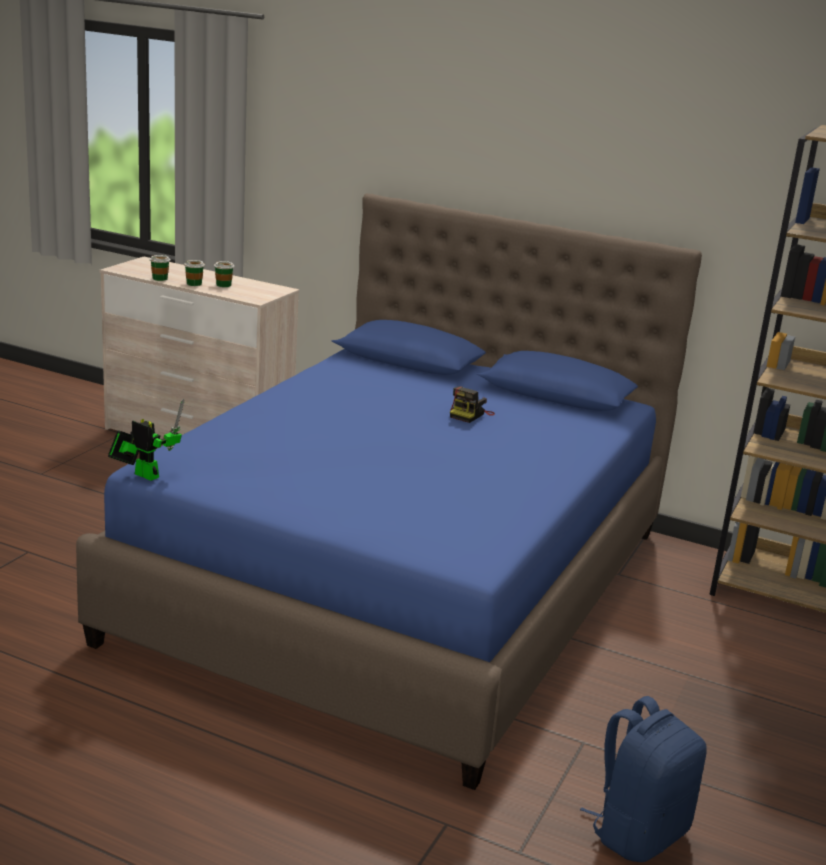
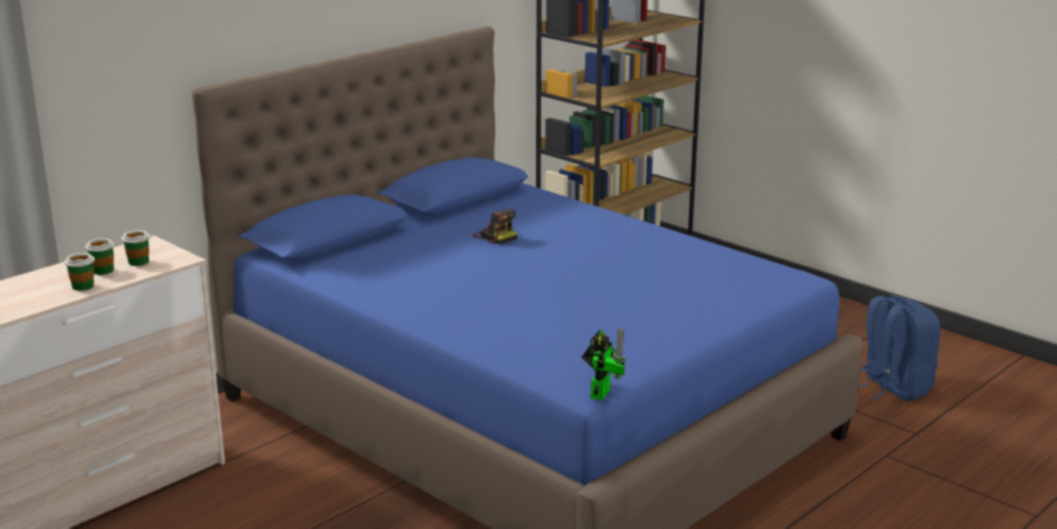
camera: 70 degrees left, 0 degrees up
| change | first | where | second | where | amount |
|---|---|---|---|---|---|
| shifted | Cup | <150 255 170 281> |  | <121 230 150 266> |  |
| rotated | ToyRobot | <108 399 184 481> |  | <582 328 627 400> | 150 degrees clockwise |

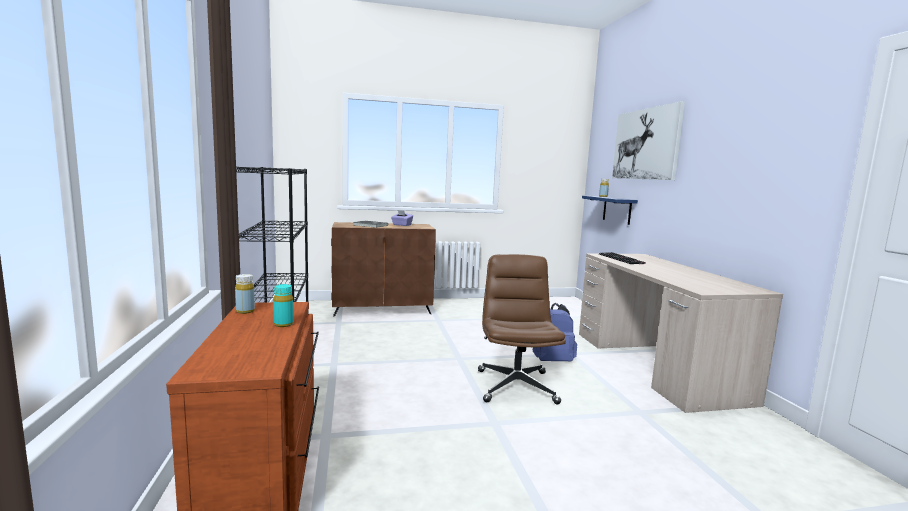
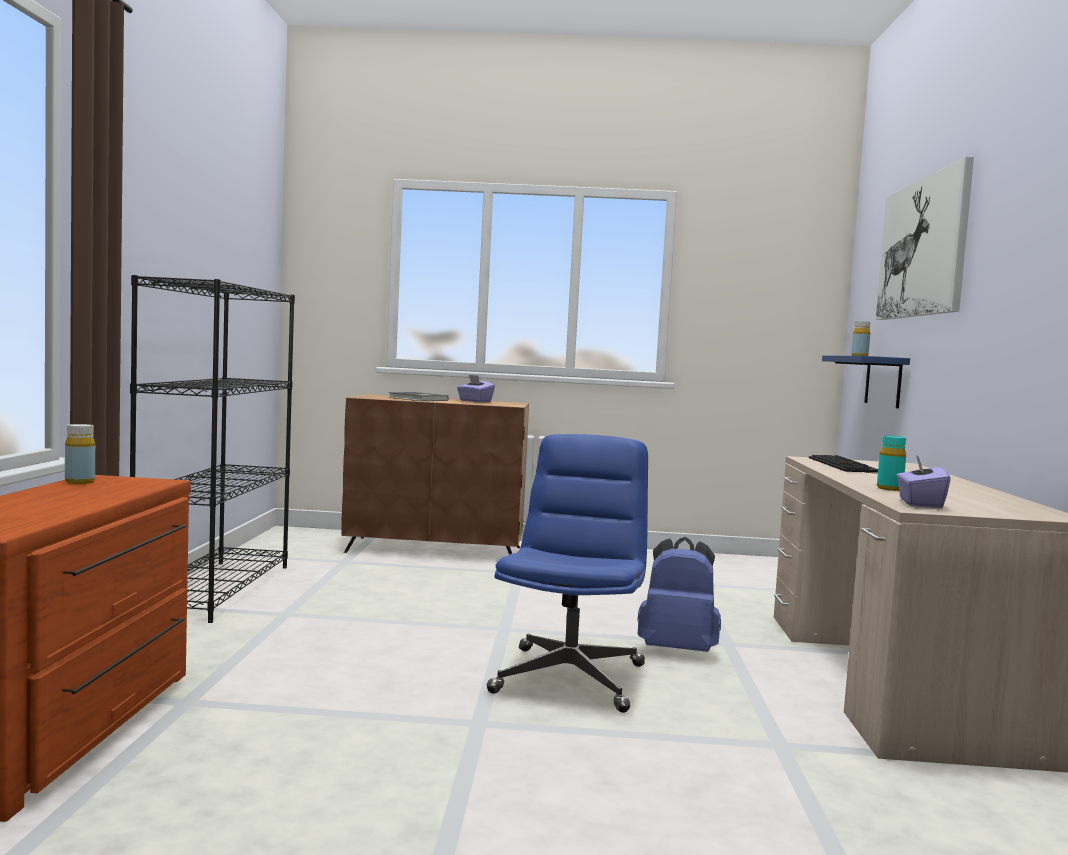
camera: 15 degrees right, 5 degrees down
| change | first | where | second | where | amount |
|---|---|---|---|---|---|
| new |  |  | PurpleTissueBox | <897 455 951 509> |  |
| shifted | TurquoiseBottle | <273 284 294 327> |  | <877 436 906 491> |  |
| repainted | BrownOfficeChair | <478 254 566 404> | BlueOfficeChair | <487 434 648 713> |  |

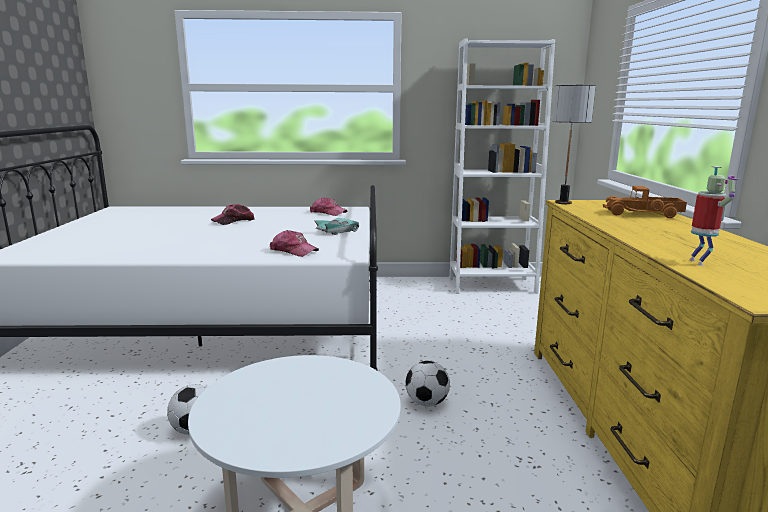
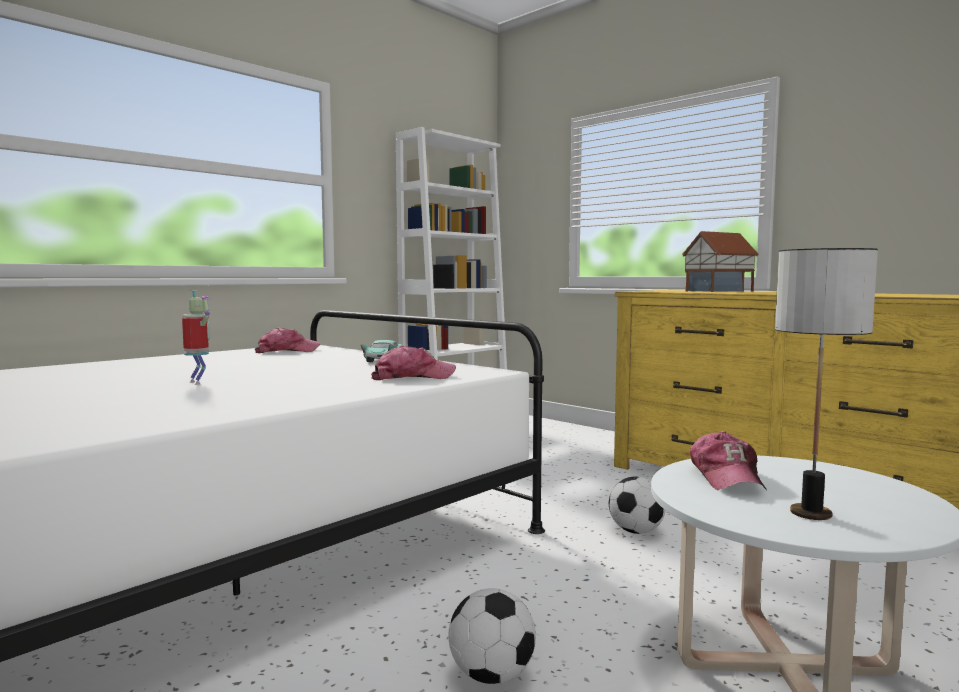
camera: 45 degrees left, 10 degrees down
| change | first | where | second | where | amount |
|---|---|---|---|---|---|
| shifted | Cap | <211 204 254 225> |  | <690 431 767 491> |  |
| shifted | TableLamp | <552 85 596 204> |  | <775 248 878 520> |  |
| shifted | ToyRobot | <690 166 739 266> |  | <182 290 212 385> |  |
| swapped | ToyTruck | <603 186 687 218> | ToyHouse | <682 231 758 292> |  |

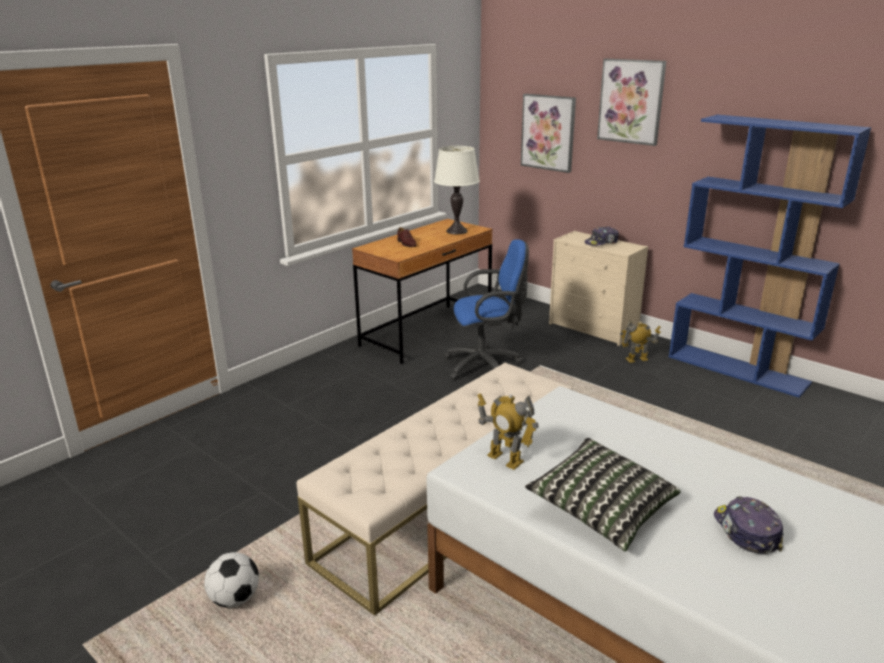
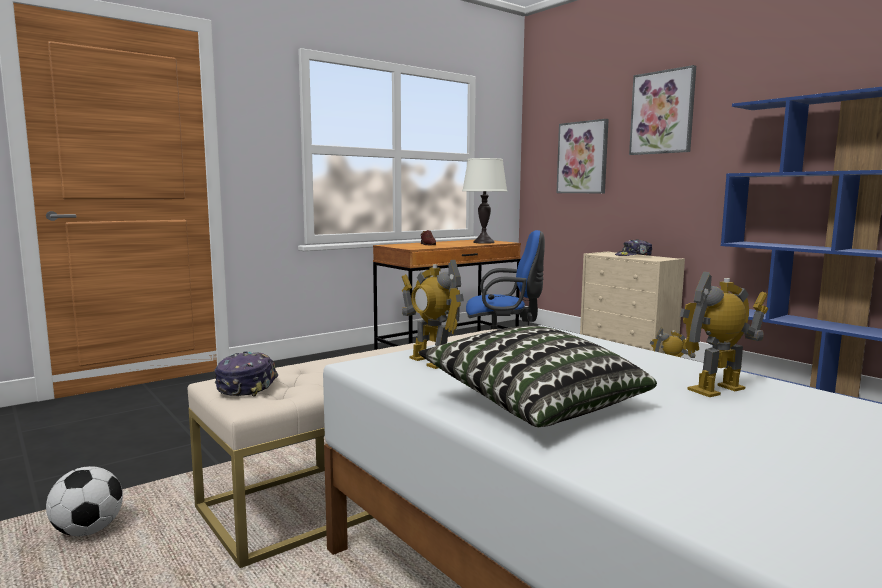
camera: 10 degrees right, 15 degrees down
| change | first | where | second | where | amount |
|---|---|---|---|---|---|
| new |  |  | ToyRobot | <680 271 768 397> |  |
| shifted | Cap | <714 496 784 554> |  | <215 351 278 397> |  |

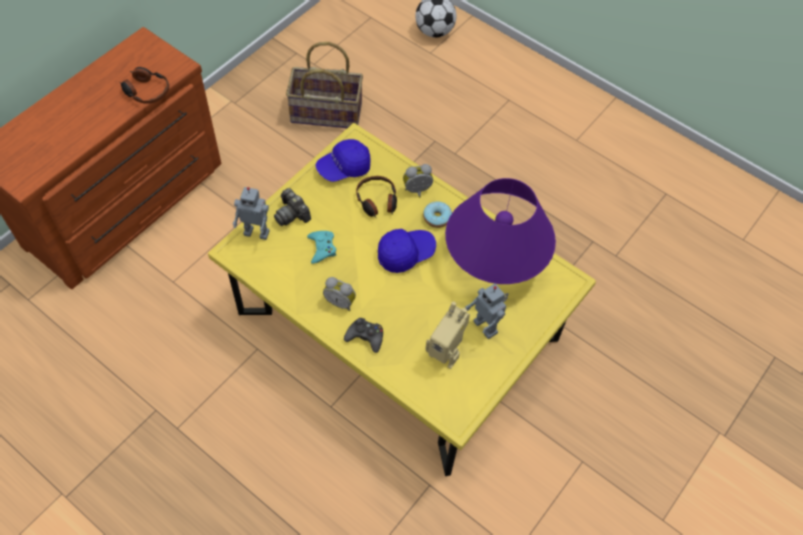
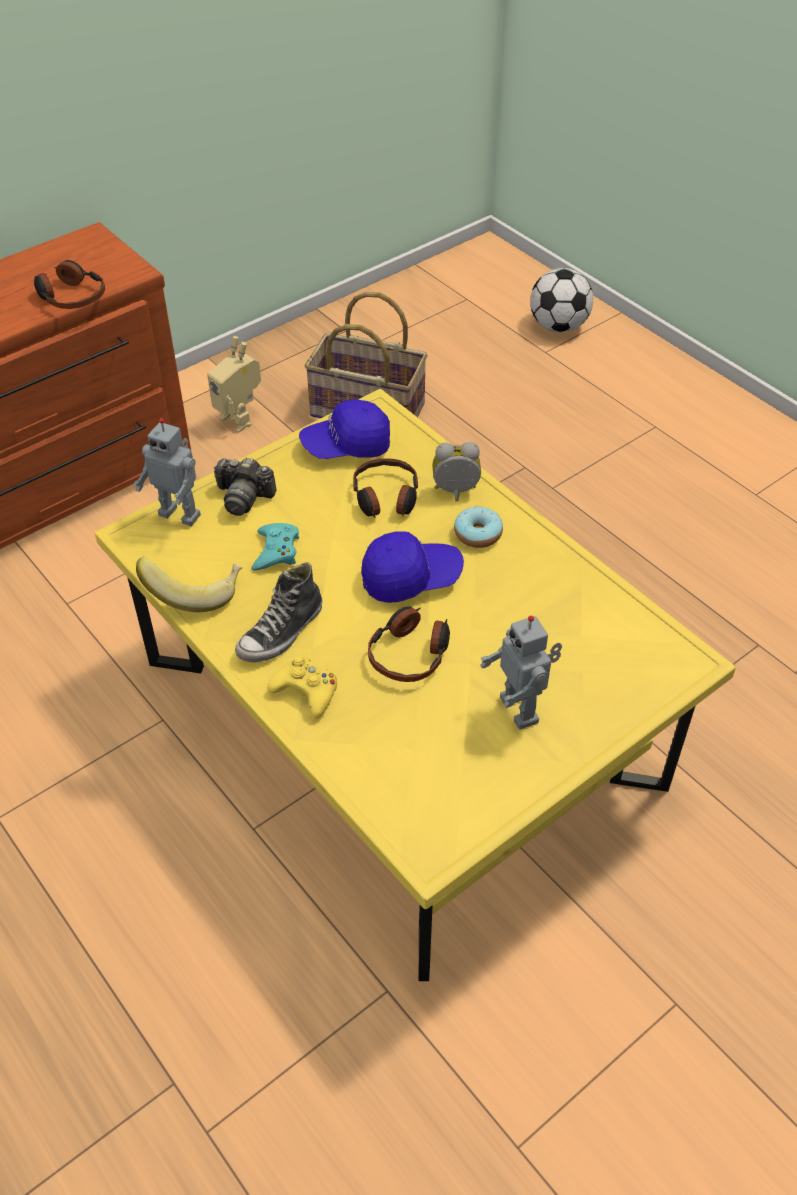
camera: 15 degrees right, 10 degrees down
| change | first | where | second | where | amount |
|---|---|---|---|---|---|
| gone | PurpleTableLamp | <445 178 556 284> |  |  |  |
| new |  |  | Banana | <136 556 243 612> |  |
| new |  |  | Headphones | <368 606 450 682> |  |
| shifted | ToyRobot | <425 302 470 369> |  | <207 336 261 433> |  |
| swapped | AlarmClock | <323 277 356 311> | Shoe | <235 562 323 662> |  |
| repainted | BlackGameController | <344 318 383 353> | YellowGameController | <267 655 337 718> |  |
| rotated | PhotoCamera | <274 188 311 226> |  | <213 457 277 516> | 45 degrees counterclockwise |

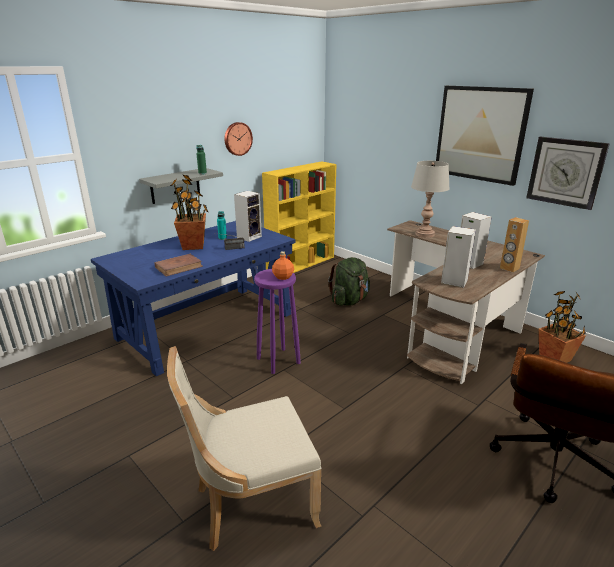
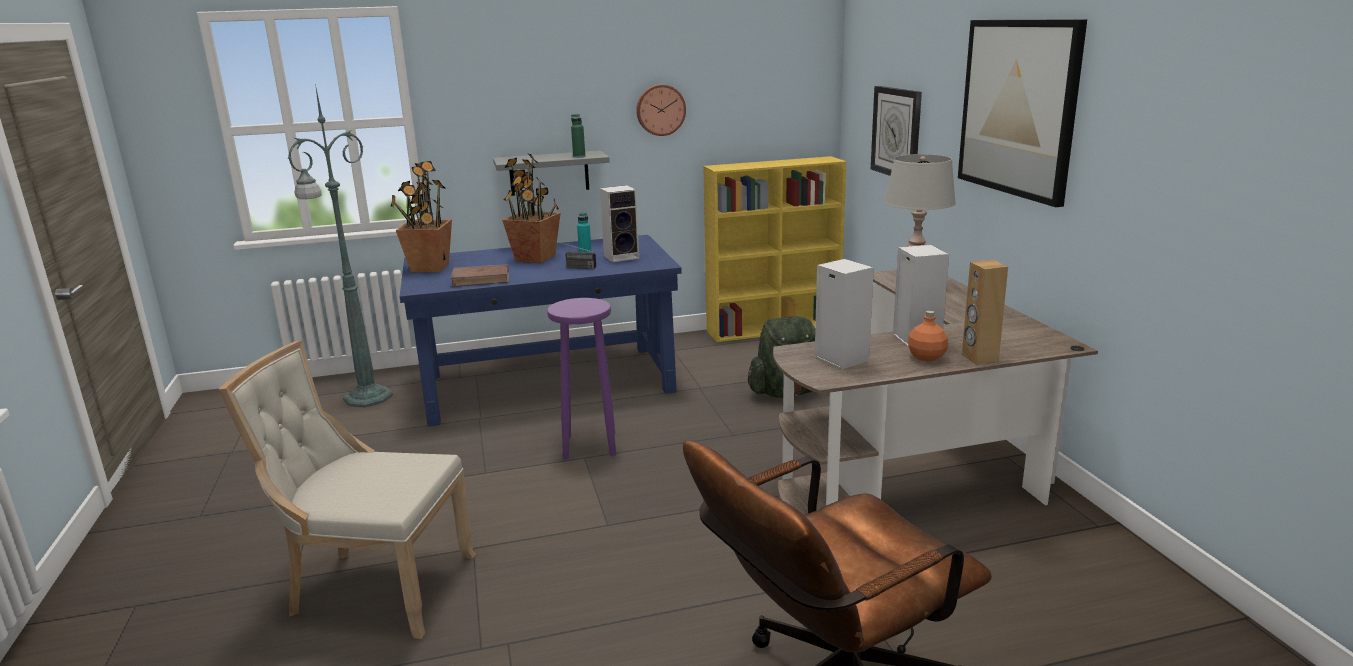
camera: 30 degrees right, 5 degrees down
| change | first | where | second | where | amount |
|---|---|---|---|---|---|
| new |  |  | GreenFloorLamp | <288 84 393 408> |  |
| shifted | OrangeBottle | <272 251 294 280> |  | <908 310 948 362> |  |
| shifted | WallClock | <526 136 610 210> |  | <871 86 922 176> |  |
| shifted | PottedPlant | <539 291 586 363> |  | <391 161 452 272> |  |

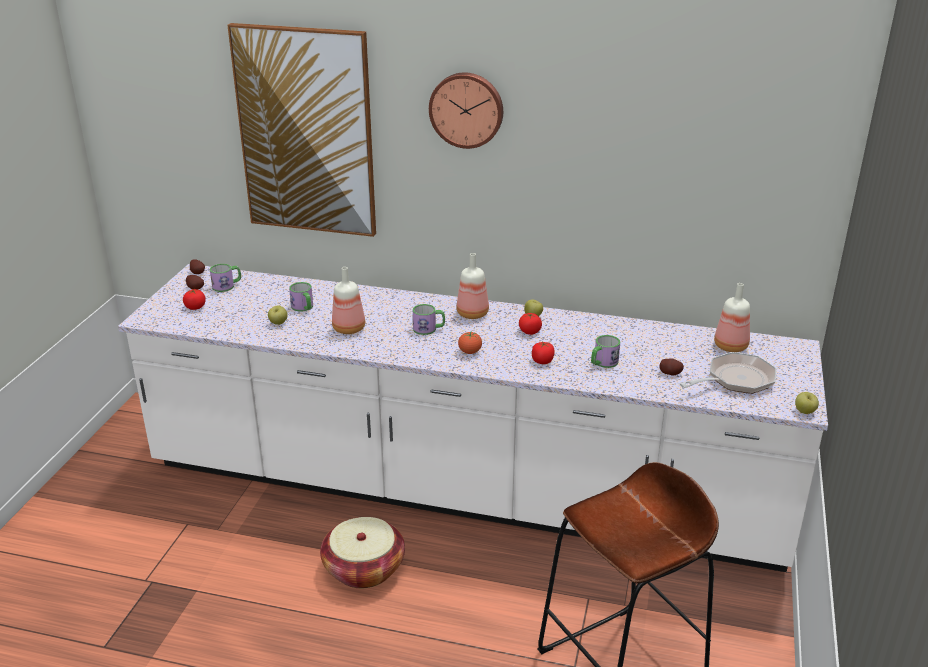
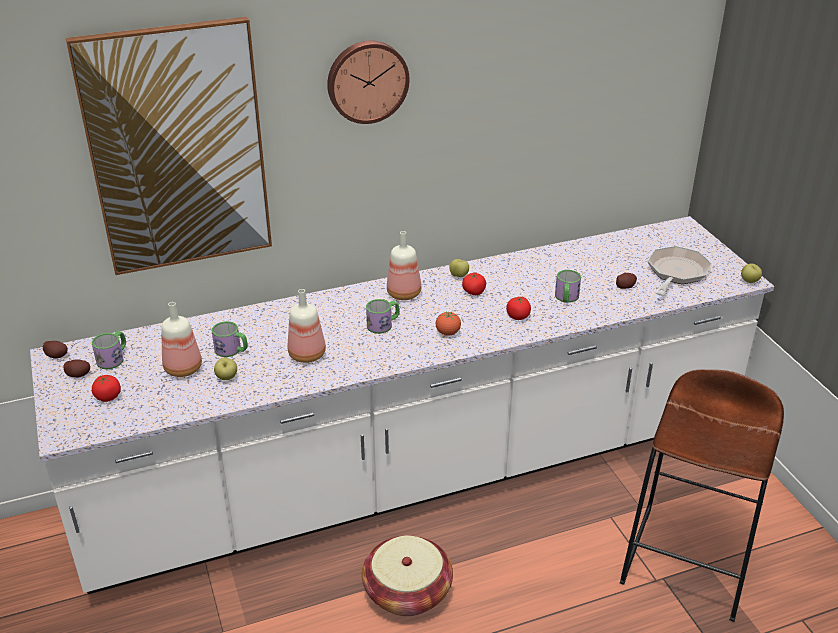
camera: 35 degrees left, 5 degrees up
| change | first | where | second | where | amount |
|---|---|---|---|---|---|
| shifted | Bottle | <714 283 750 352> |  | <161 302 202 377> |  |

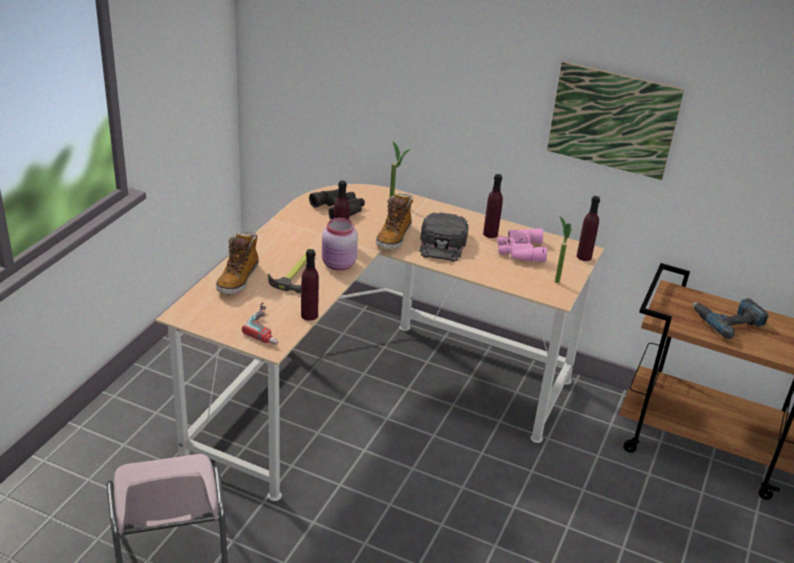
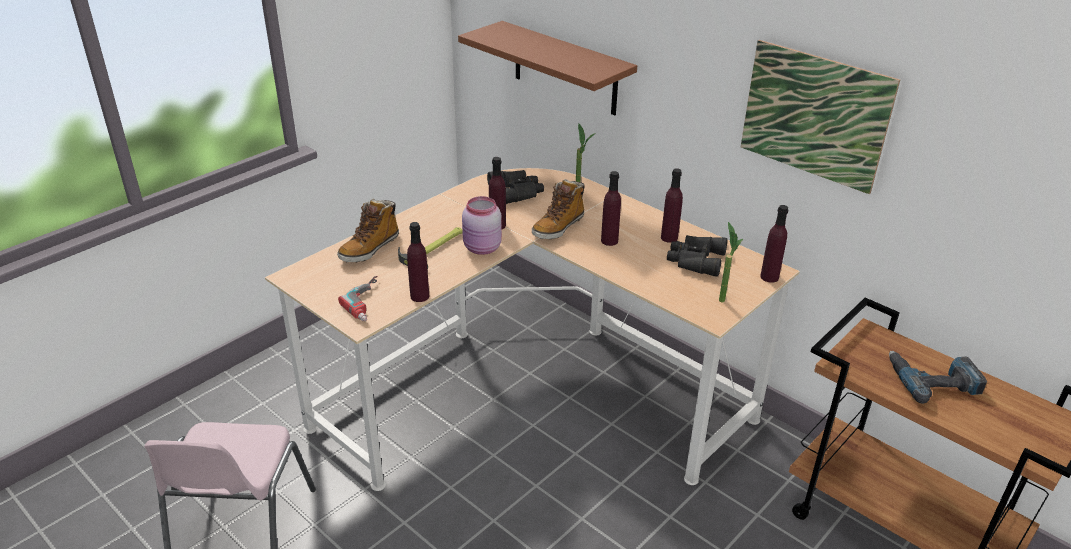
camera: 20 degrees right, 0 degrees up
| change | first | where | second | where | amount |
|---|---|---|---|---|---|
| new |  |  | BrownShelf | <458 21 637 115> |  |
| swapped | BlackCap | <420 212 469 262> | PurpleBottle | <601 171 621 246> |  |
| repainted | PinkBinoculars | <497 228 547 262> | BlackBinoculars | <667 235 728 277> |  |

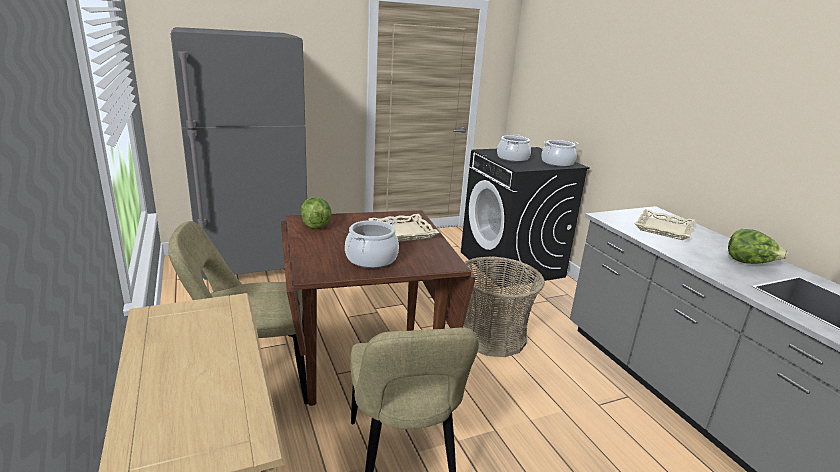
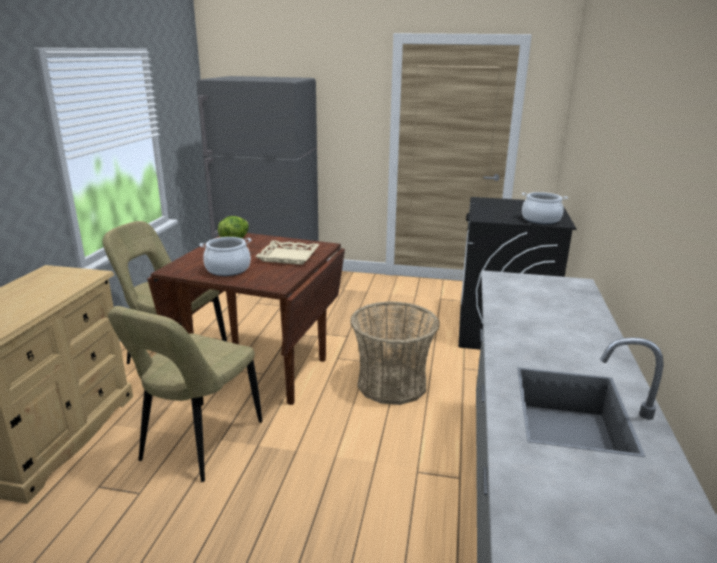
camera: 35 degrees right, 0 degrees up
| change | first | where | second | where | amount |
|---|---|---|---|---|---|
| gone | CookingPot | <497 134 531 162> |  |  |  |
| gone | BeigeTray | <635 209 696 240> |  |  |  |
| gone | Lettuce | <728 229 788 264> |  |  |  |

